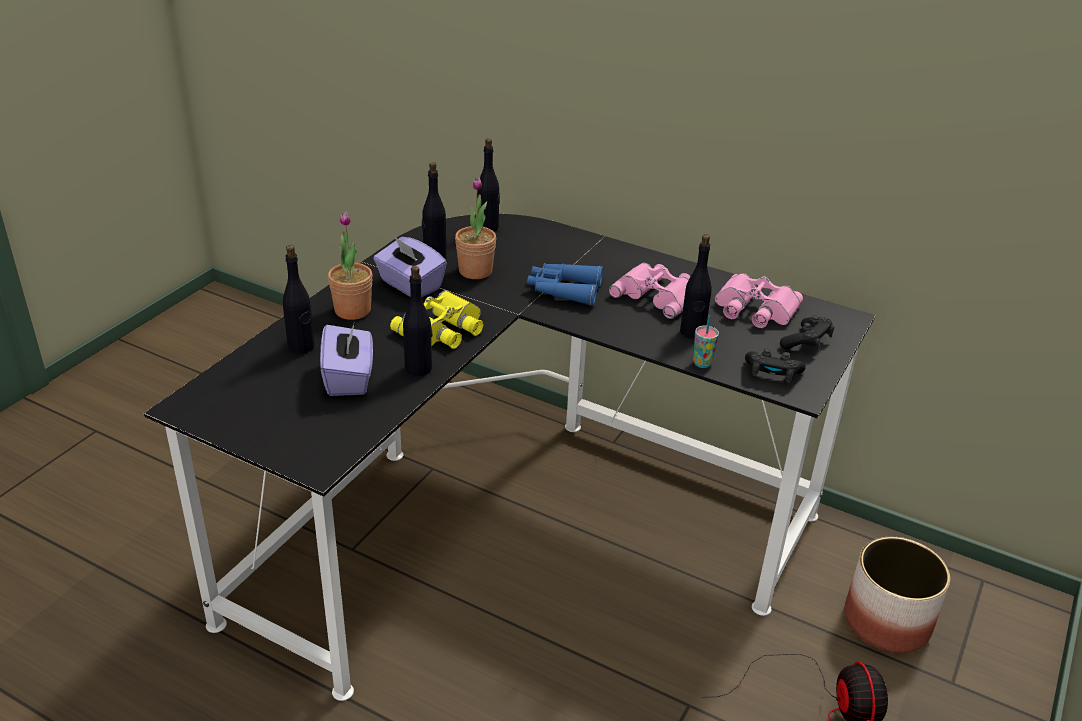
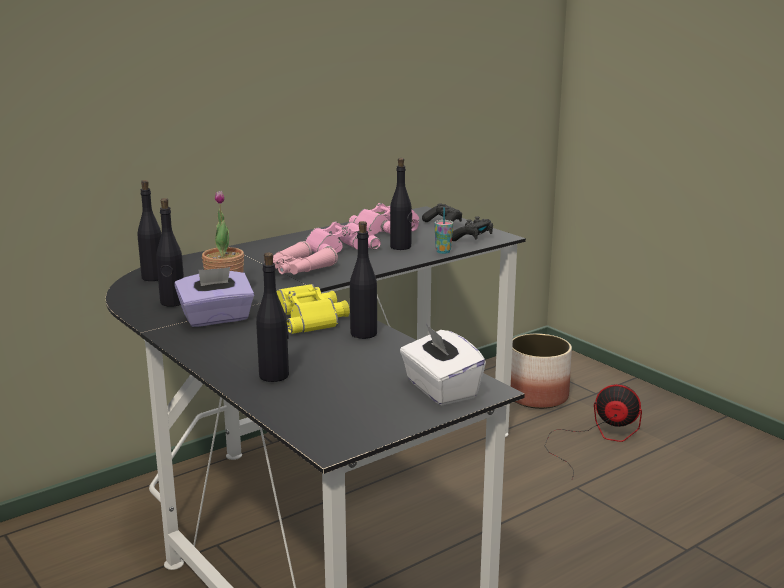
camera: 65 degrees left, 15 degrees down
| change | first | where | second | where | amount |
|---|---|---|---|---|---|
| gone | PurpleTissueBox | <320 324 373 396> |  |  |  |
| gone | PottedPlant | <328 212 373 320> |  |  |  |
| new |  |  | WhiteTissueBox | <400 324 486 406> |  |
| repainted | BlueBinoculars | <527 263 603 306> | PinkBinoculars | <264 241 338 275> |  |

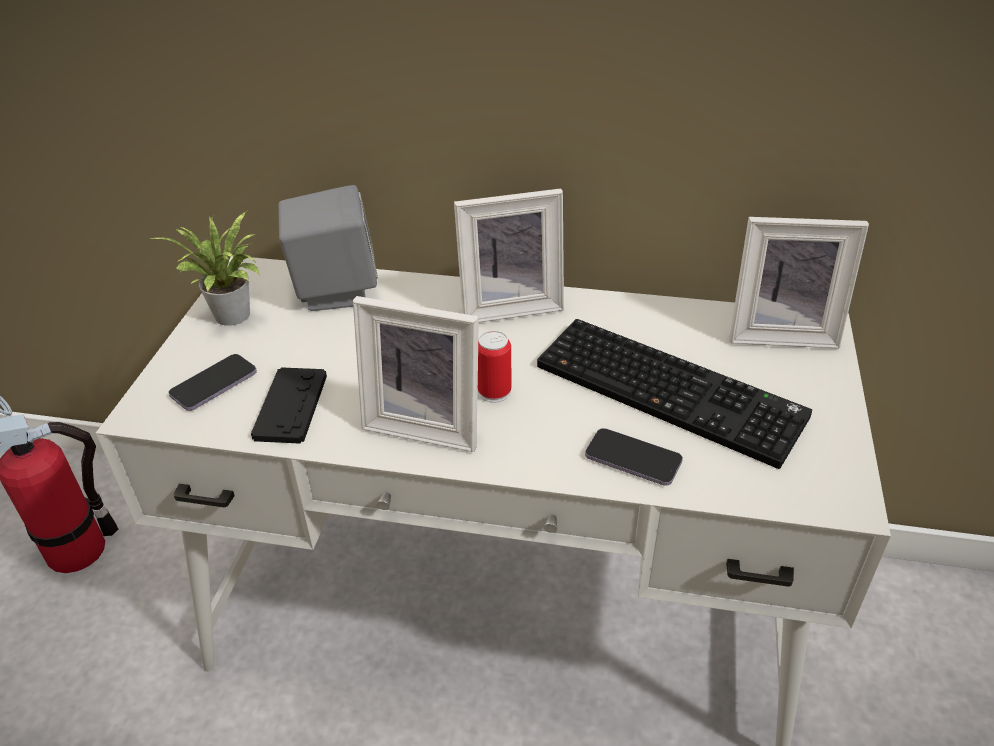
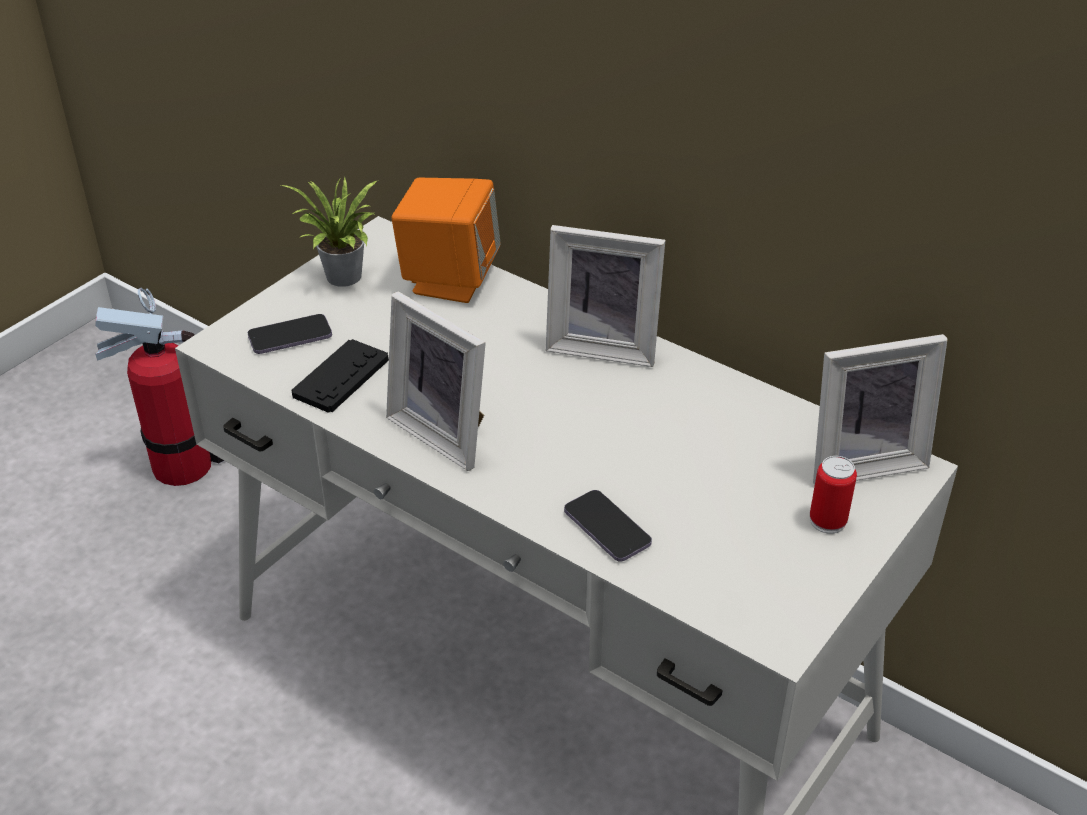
camera: 25 degrees right, 0 degrees up
| change | first | where | second | where | amount |
|---|---|---|---|---|---|
| gone | Keyboard | <537 319 812 469> |  |  |  |
| shifted | Can | <478 331 512 403> |  | <810 456 857 534> |  |
| repainted | GreySpeaker | <278 185 378 311> | OrangeSpeaker | <391 178 501 303> |  |
| rotated | PictureFrame | <729 217 869 349> |  | <813 334 948 485> | 45 degrees counterclockwise |

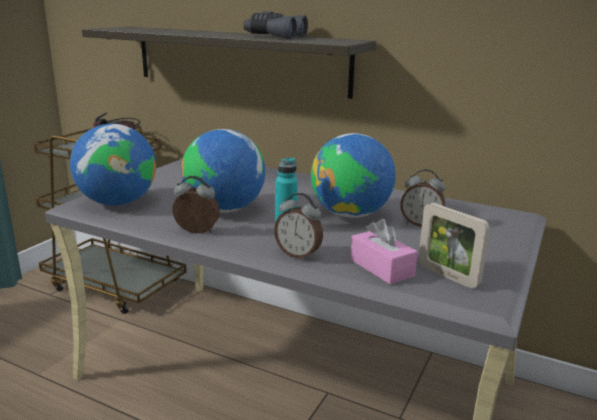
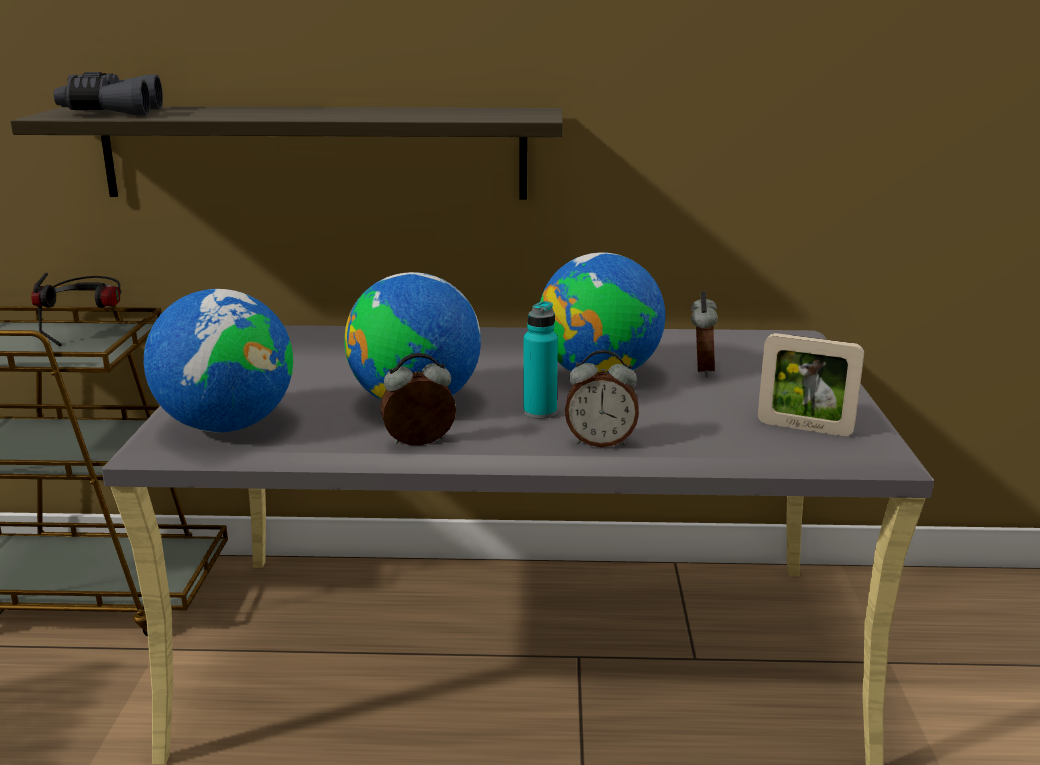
camera: 25 degrees left, 0 degrees up
| change | first | where | second | where | amount |
|---|---|---|---|---|---|
| gone | PinkTissueBox | <350 219 418 284> |  |  |  |
| shifted | GreyBinoculars | <243 11 308 39> |  | <54 72 163 115> |  |
| rotated | AlarmClock | <400 169 445 226> |  | <691 291 718 377> | 75 degrees counterclockwise |

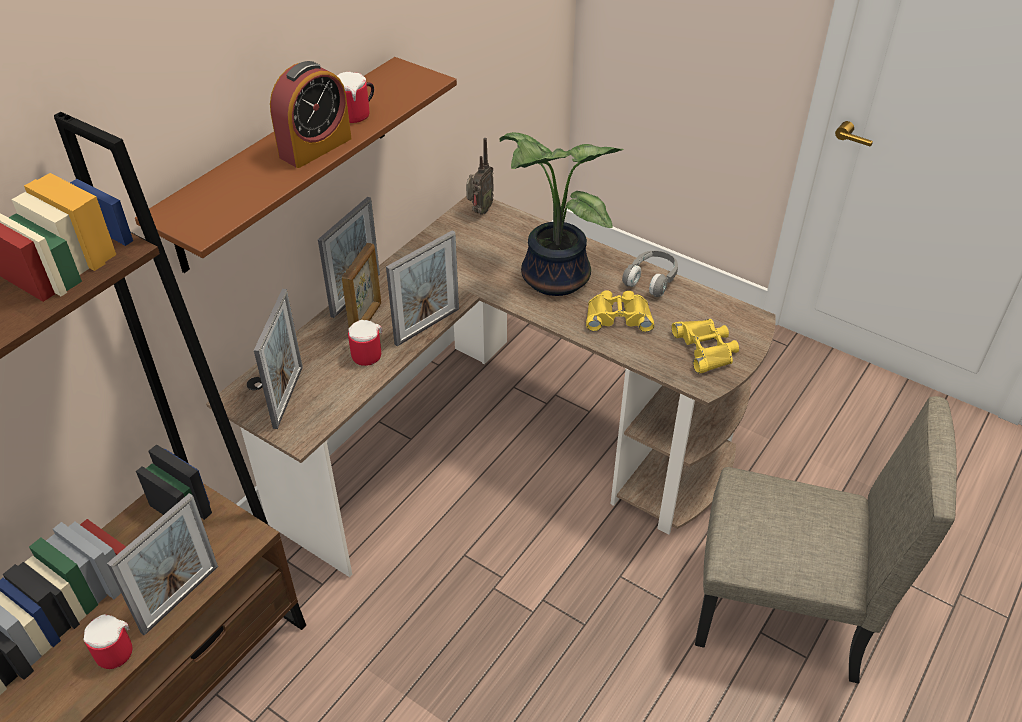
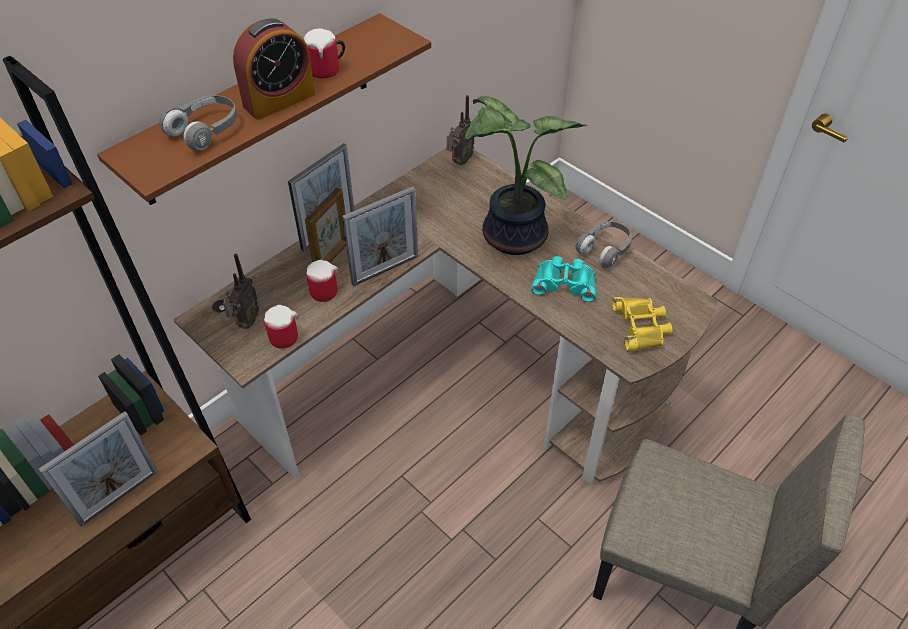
camera: 10 degrees right, 5 degrees up
| change | first | where | second | where | amount |
|---|---|---|---|---|---|
| new |  |  | GreyHeadphones | <159 95 237 151> |  |
| shifted | Mug | <83 614 132 669> |  | <264 305 298 349> |  |
| swapped | PictureFrame | <254 289 303 429> | Radio | <223 254 259 329> |  |
| repainted | YellowBinoculars | <586 290 654 332> | TurquoiseBinoculars | <531 256 596 302> |  |

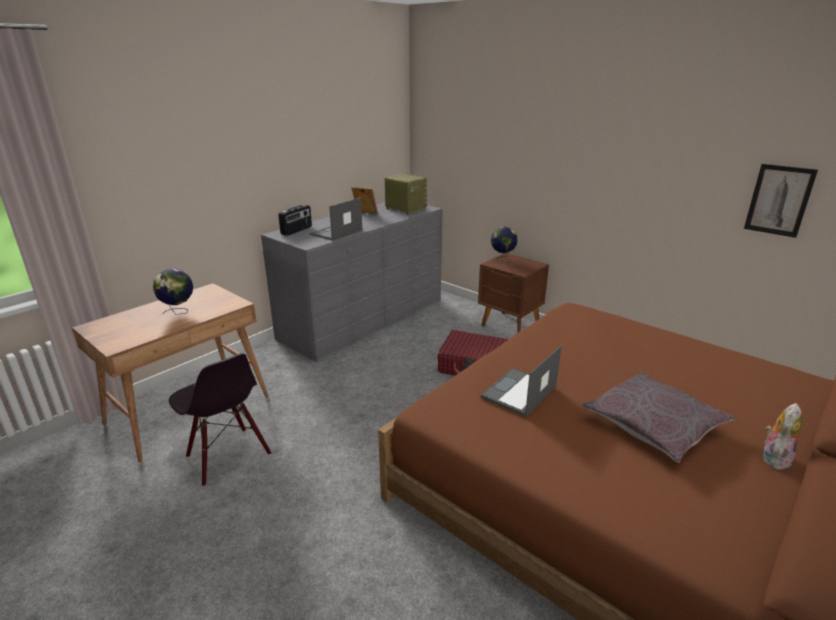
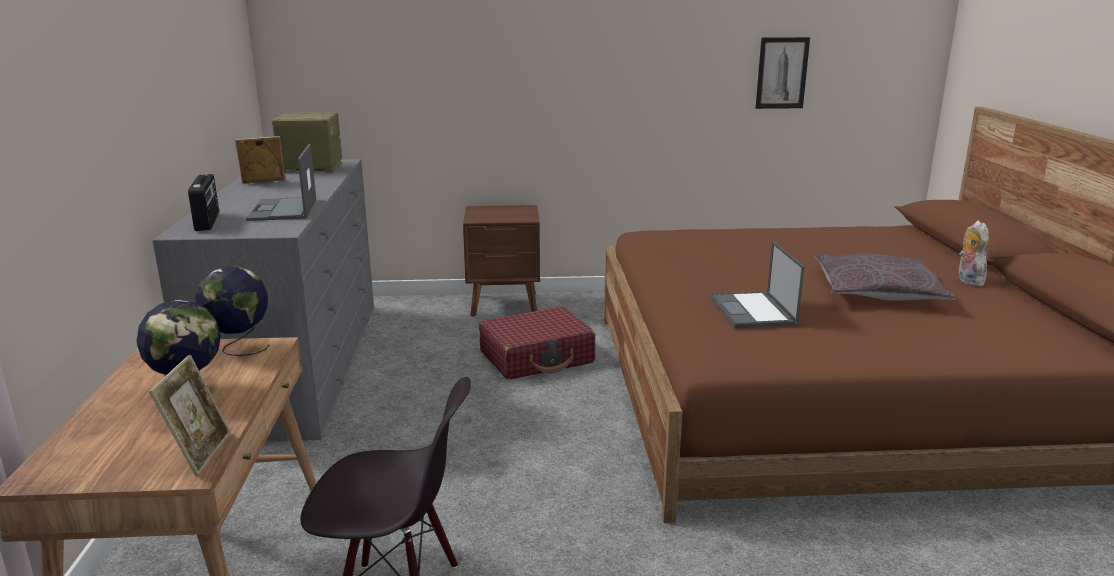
camera: 45 degrees left, 5 degrees down
| change | first | where | second | where | amount |
|---|---|---|---|---|---|
| new |  |  | PictureFrame | <149 355 231 476> |  |
| shifted | Globe | <491 227 518 263> |  | <195 266 269 356> |  |

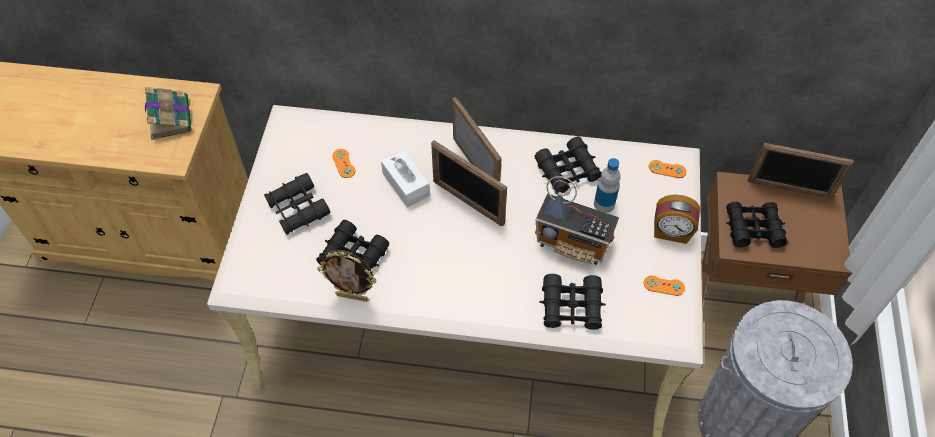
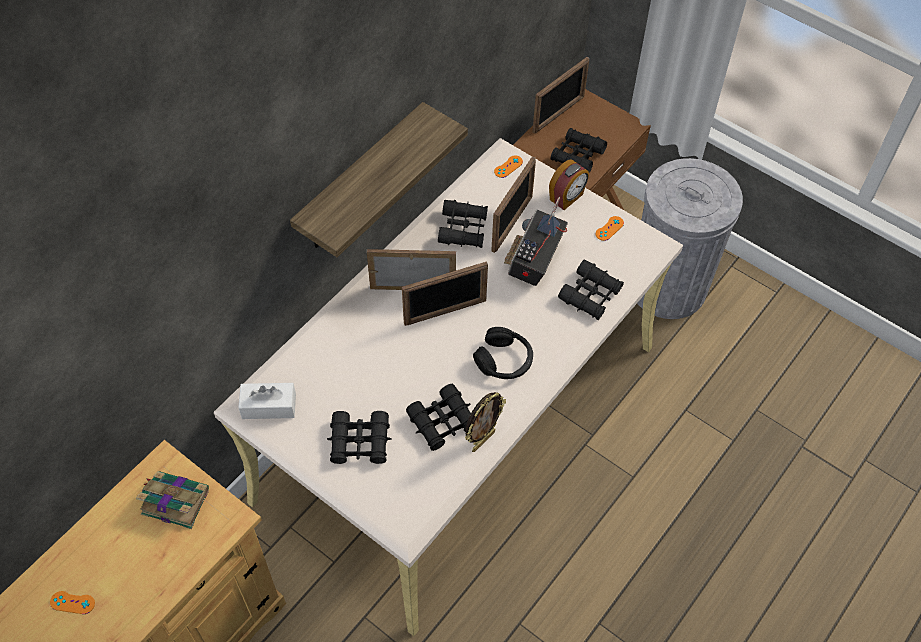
camera: 60 degrees left, 0 degrees up
| change | first | where | second | where | amount |
|---|---|---|---|---|---|
| new |  |  | Shelf | <290 102 468 257> |  |
| new |  |  | BlackHeadphones | <473 327 533 379> |  |
| shifted | OrangeGameController | <332 149 355 178> |  | <50 591 95 614> |  |
| shifted | WhiteTissueBox | <381 150 430 207> |  | <238 383 296 419> |  |
| swapped | Bottle | <594 158 621 213> | PictureFrame | <491 157 536 253> |  |
| rotated | Radio | <535 176 619 265> |  | <504 196 568 286> | 150 degrees clockwise |

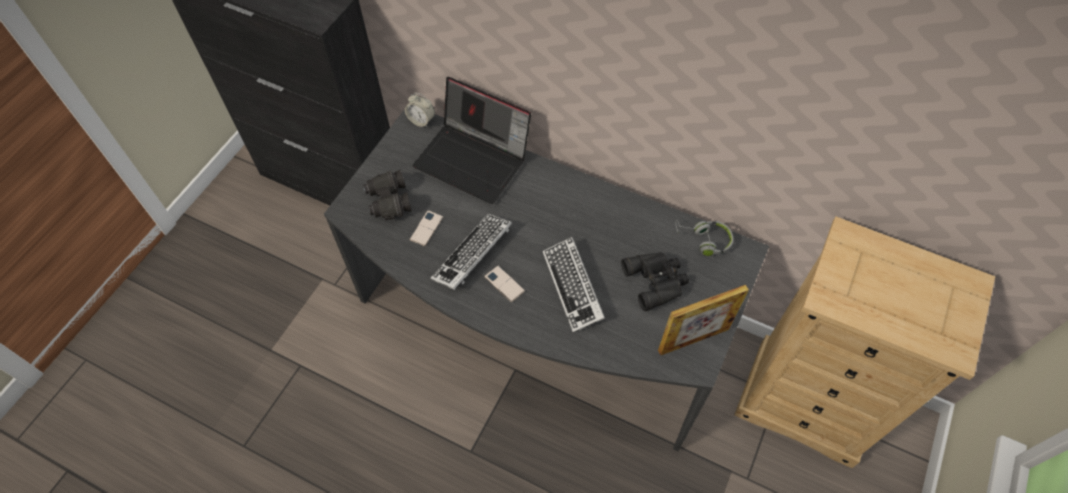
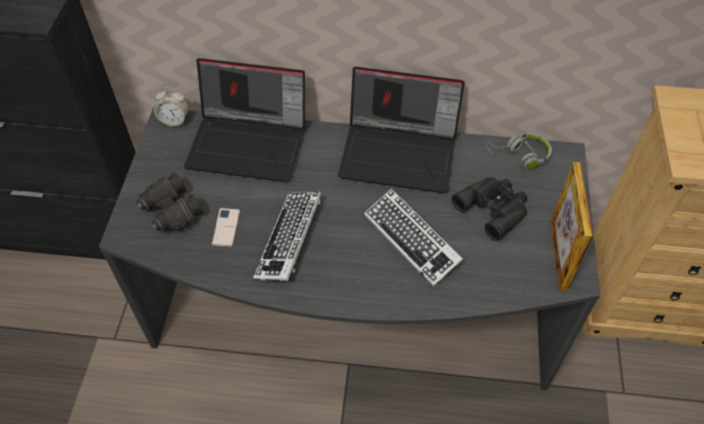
camera: 20 degrees left, 5 degrees down
| change | first | where | second | where | amount |
|---|---|---|---|---|---|
| gone | Phone | <484 265 525 302> |  |  |  |
| new |  |  | Laptop | <338 67 465 193> |  |
| rotated | PictureFrame | <658 285 749 355> |  | <551 162 593 291> | 135 degrees clockwise |

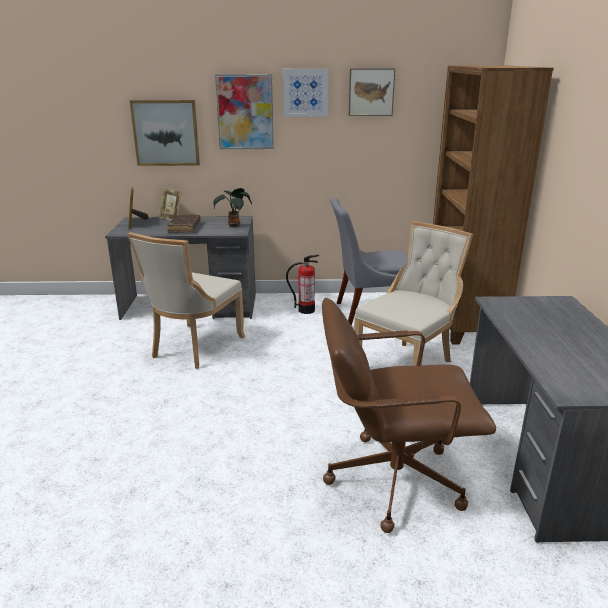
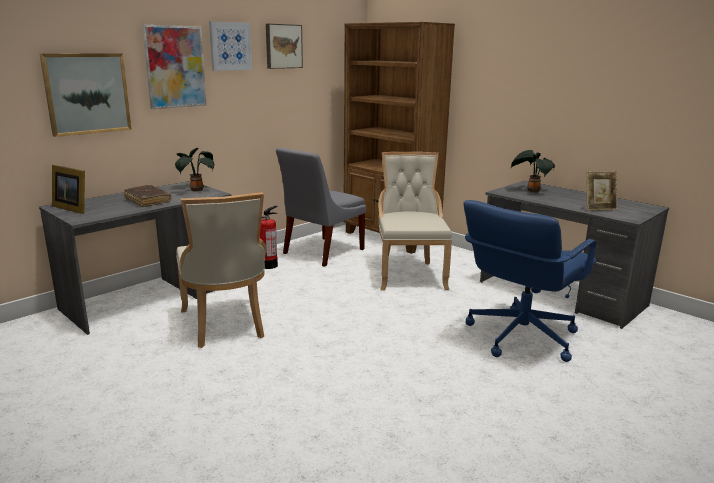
camera: 45 degrees left, 5 degrees down
| change | first | where | second | where | amount |
|---|---|---|---|---|---|
| new |  |  | PottedPlant | <511 150 555 193> |  |
| shifted | PictureFrame | <159 187 182 220> |  | <586 171 618 211> |  |
| repainted | BrownOfficeChair | <322 298 496 533> | BlueOfficeChair | <464 200 596 362> |  |

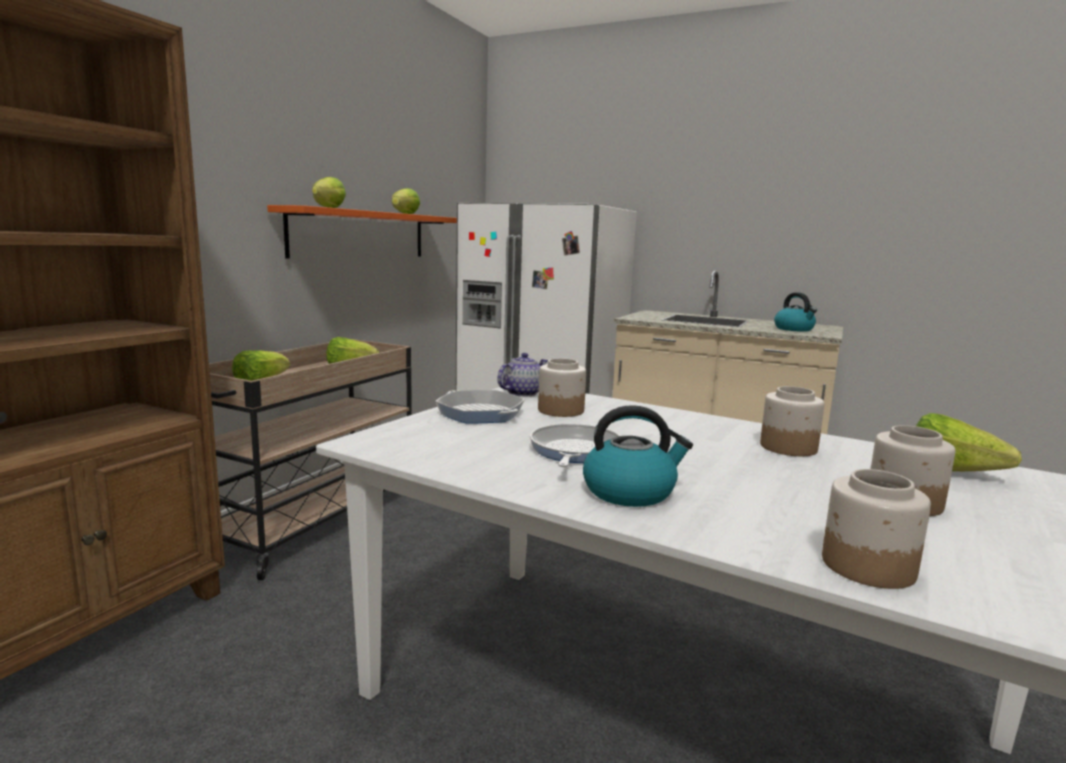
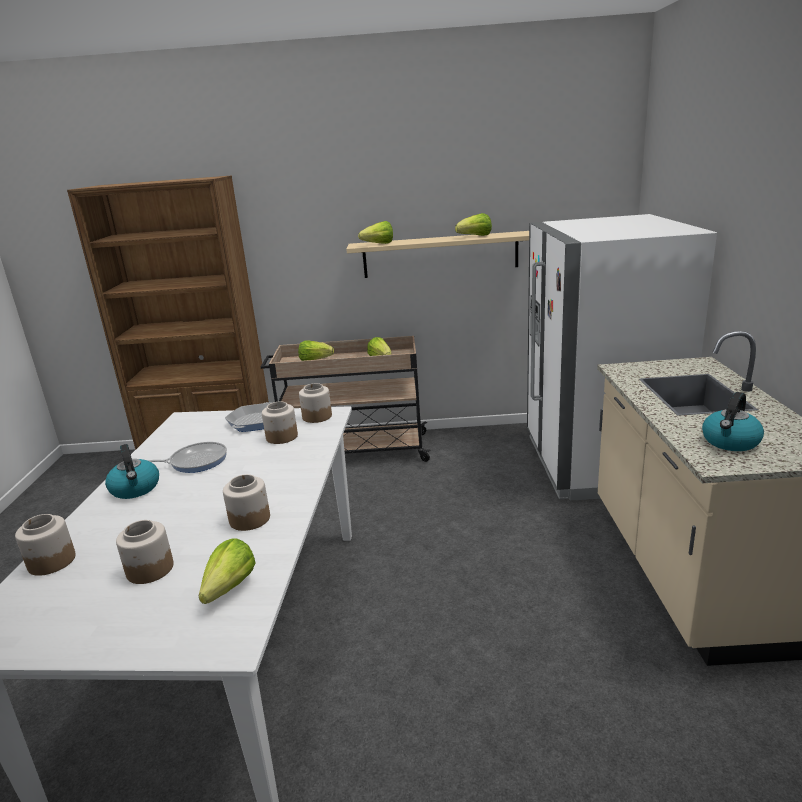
camera: 65 degrees right, 10 degrees up
| change | first | where | second | where | amount |
|---|---|---|---|---|---|
| swapped | Teapot | <497 353 548 397> | Jar | <299 383 332 423> |  |
| repainted | OrangeShelf | <267 205 457 259> | BeigeShelf | <346 231 529 278> |  |

